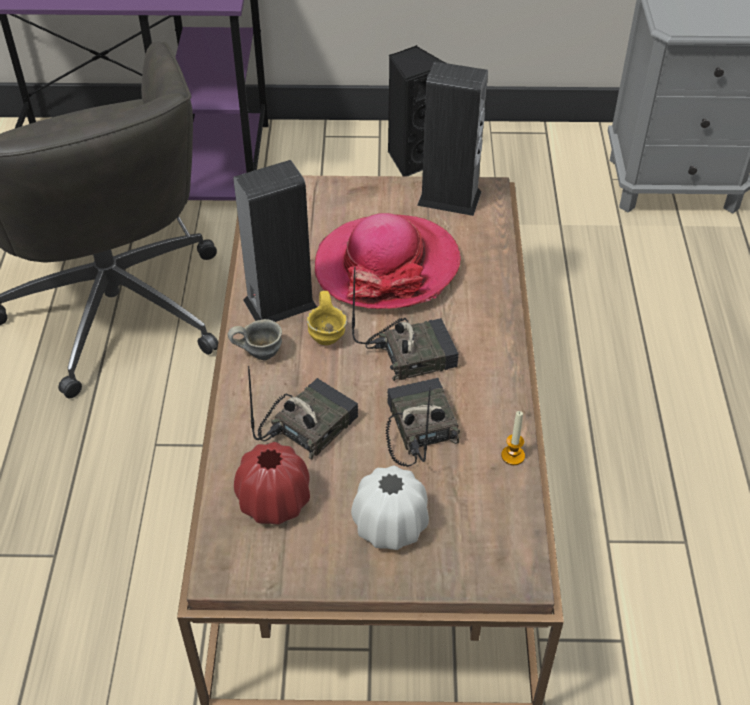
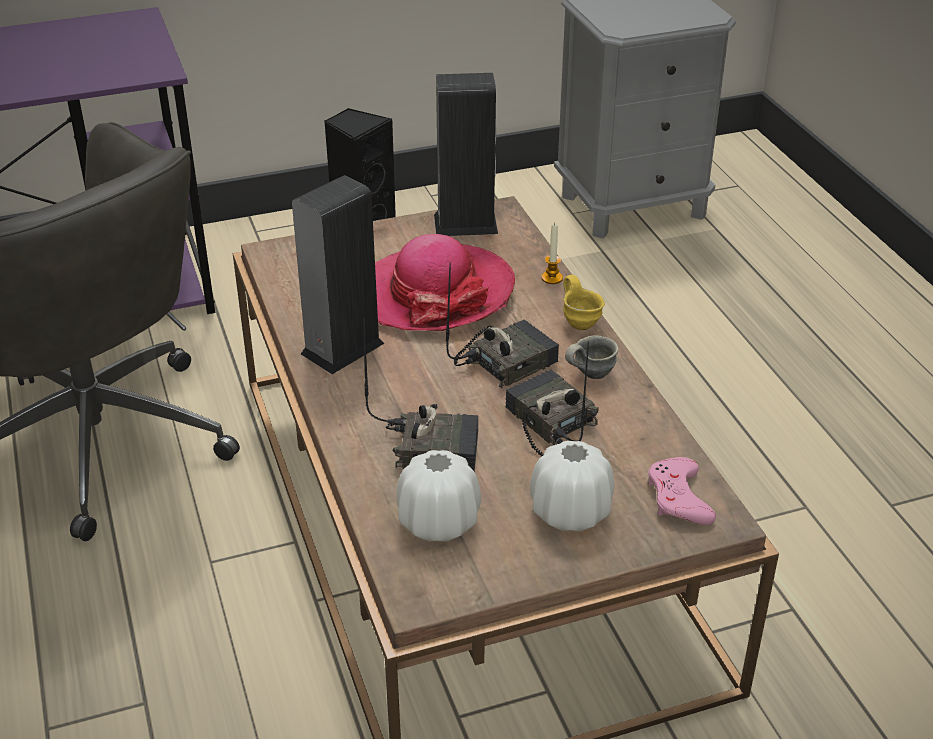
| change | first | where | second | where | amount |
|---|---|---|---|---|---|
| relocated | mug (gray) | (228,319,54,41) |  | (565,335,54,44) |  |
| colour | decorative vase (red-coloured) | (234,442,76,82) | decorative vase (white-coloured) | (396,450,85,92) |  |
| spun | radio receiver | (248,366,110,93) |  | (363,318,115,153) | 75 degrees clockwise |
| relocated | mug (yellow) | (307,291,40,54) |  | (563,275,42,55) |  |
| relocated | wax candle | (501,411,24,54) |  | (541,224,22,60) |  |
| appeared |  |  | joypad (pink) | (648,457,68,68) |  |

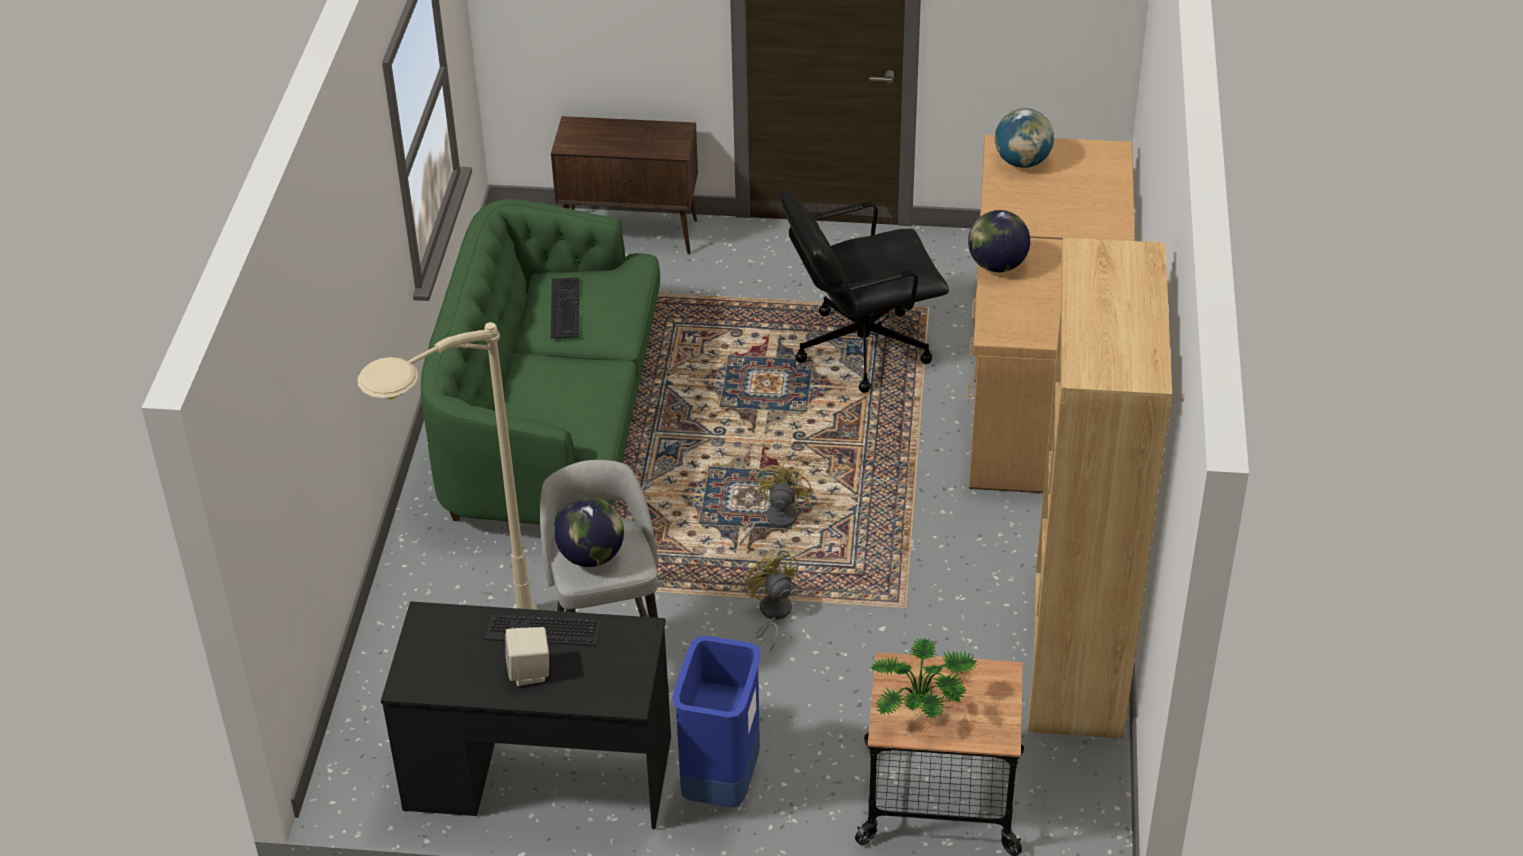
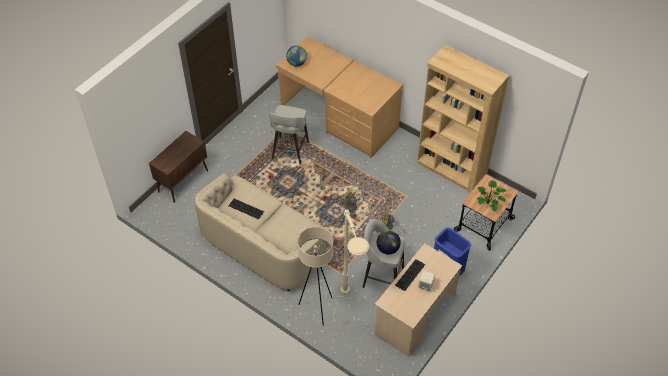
| change | first | where | second | where | amount |
|---|---|---|---|---|---|
| colour | desk (blackish) | (381,601,290,228) | desk (beige-coloured) | (375,243,88,114) |  |
| colour | settee (green-coloured) | (421,199,239,326) | settee (beige-coloured) | (195,173,138,118) |  |
| exchanged | computer chair (blackish) | (780,190,169,203) | stool seat (gray) | (269,105,40,60) |  |
| missing | desk globe | (968,210,62,62) |  |  |  |
| appeared |  |  | standing lamp (beige-coloured) | (298,227,35,99) |  |

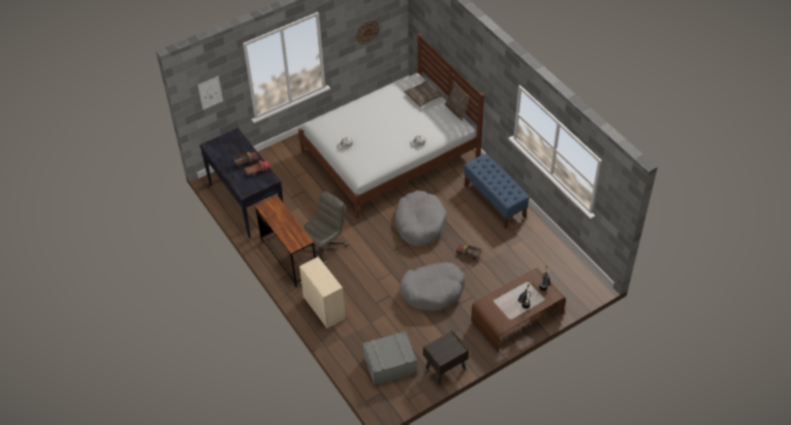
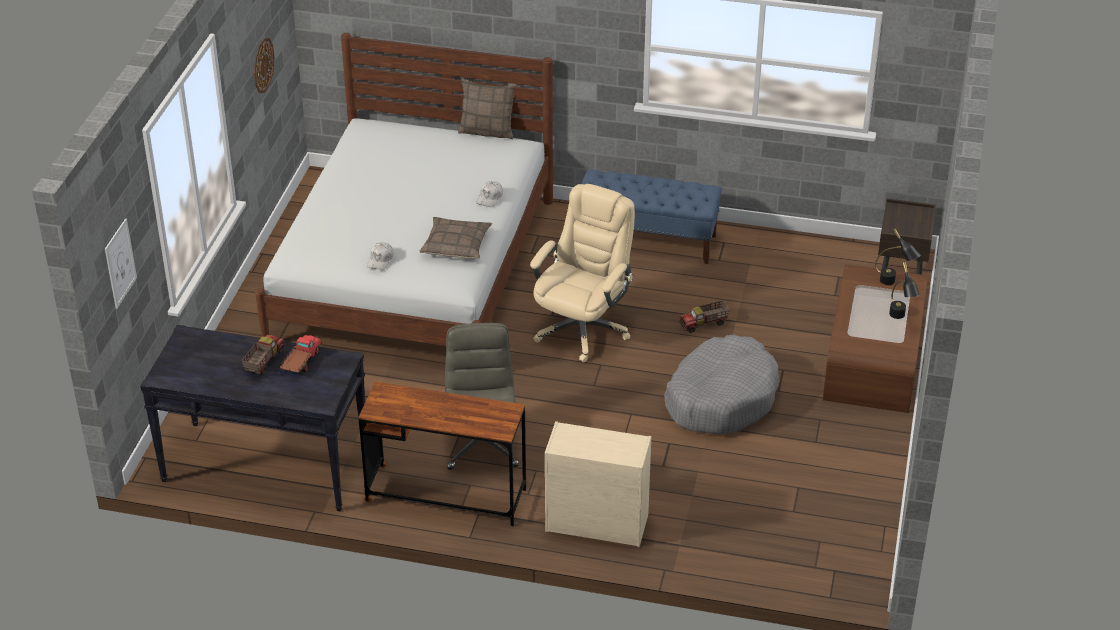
| change | first | where | second | where | amount |
|---|---|---|---|---|---|
| missing | storage container (gray) | (363,331,54,55) |  |  |  |
| exchanged | pet bed (gray) | (394,190,53,56) | computer chair (beige-coloured) | (530,184,105,178) |  |
| relocated | throw pillow | (404,81,39,26) |  | (420,217,72,42) |  |
| relocated | bedside table (brownish) | (423,330,46,54) |  | (878,198,58,77) |  |

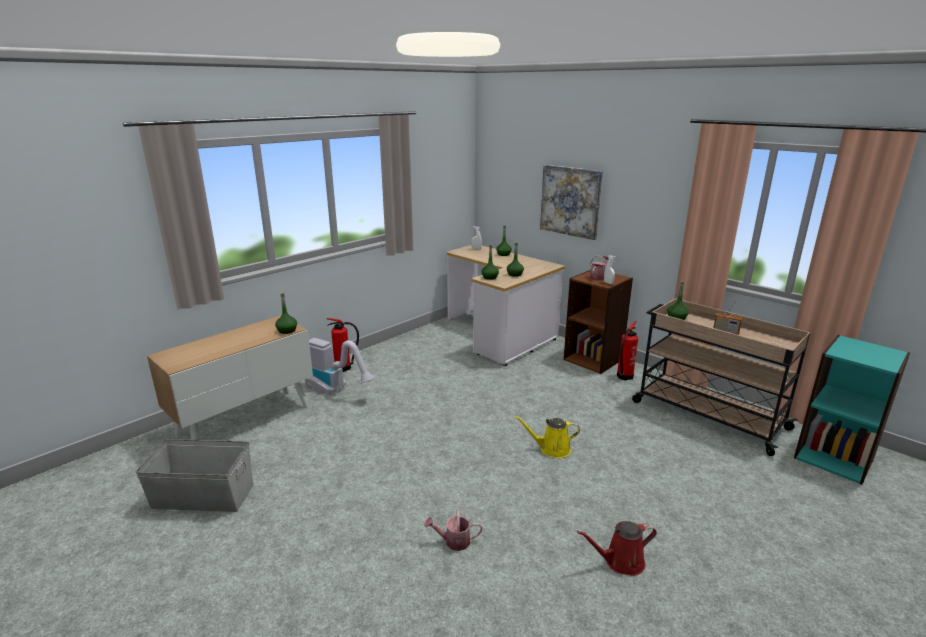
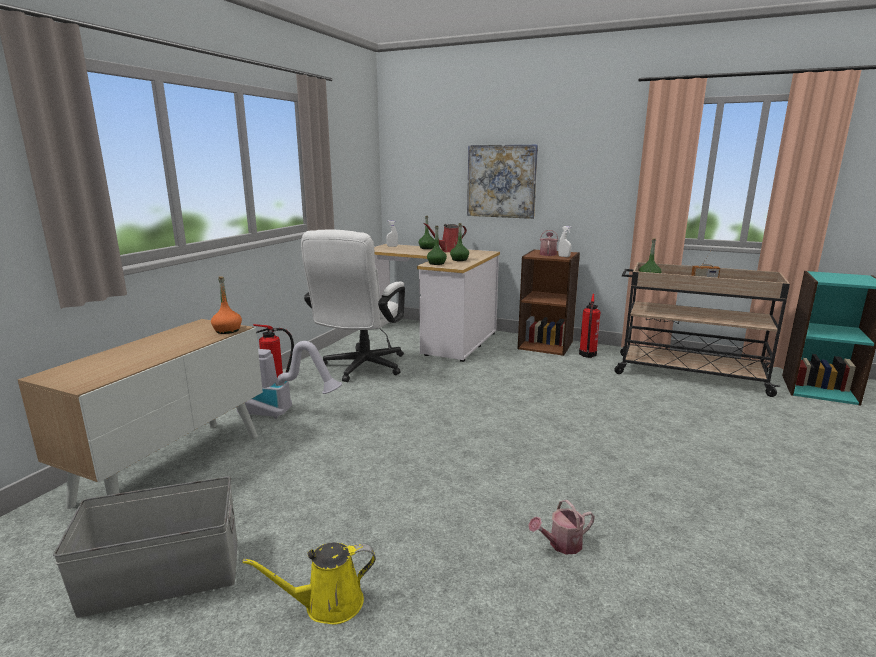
| change | first | where | second | where | amount |
|---|---|---|---|---|---|
| colour | beverage bottle (green-coloured) | (275,293,22,41) | beverage bottle (orange) | (211,276,31,58) |  |
| relocated | sprinkling can (yellow) | (515,416,65,42) |  | (242,543,133,82) |  |
| relocated | sprinkling can (red-coloured) | (577,521,80,55) |  | (423,223,44,29) |  |
| appeared |  |  | computer chair (white-coloured) | (301,230,104,152) |  |

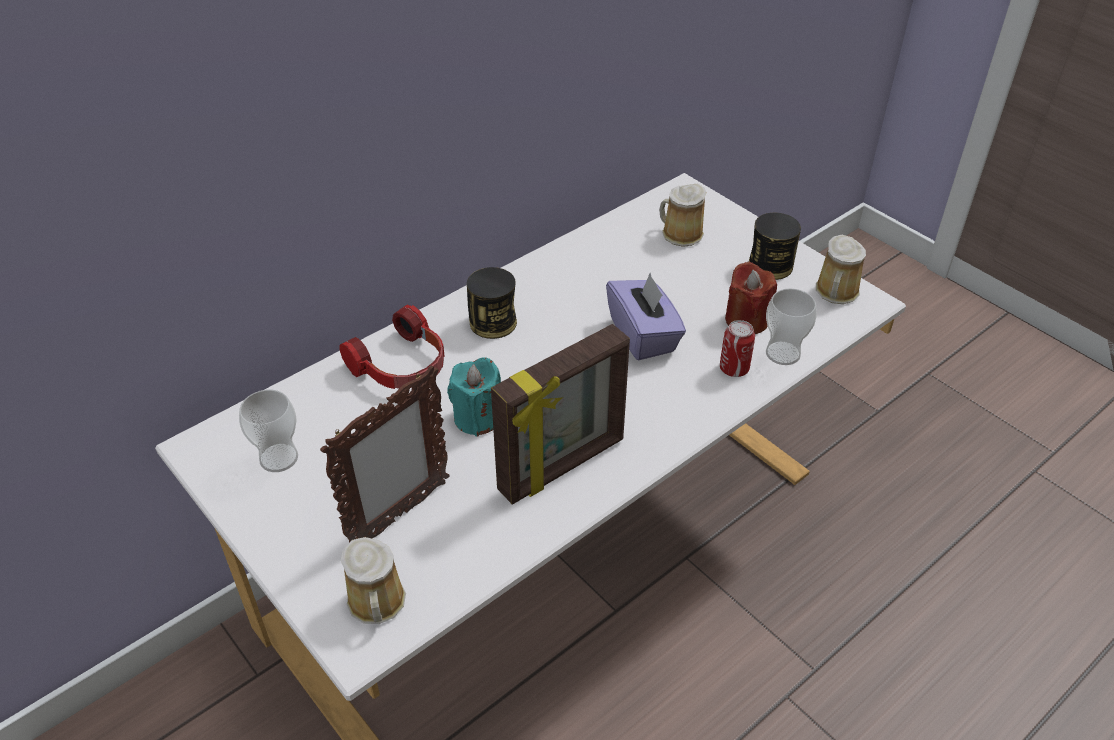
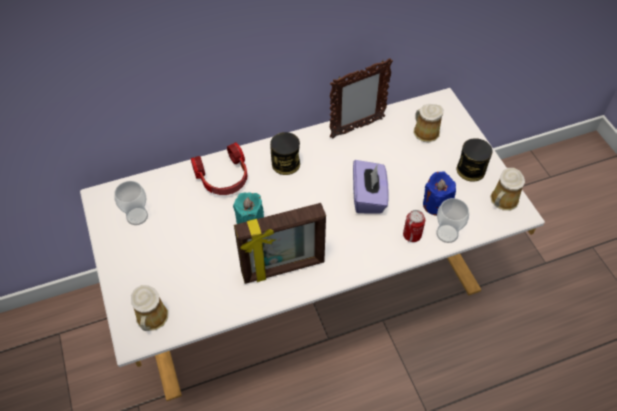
| change | first | where | second | where | amount |
|---|---|---|---|---|---|
| relocated | standing frame | (320,365,130,177) |  | (330,58,63,81) |  |
| colour | wax candle (red-coloured) | (725,261,52,73) | wax candle (bluish) | (423,171,33,45) |  |

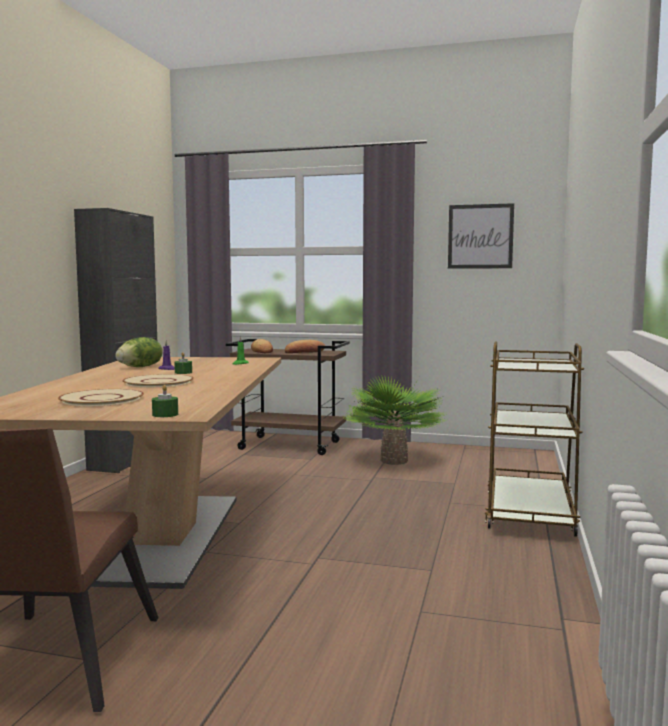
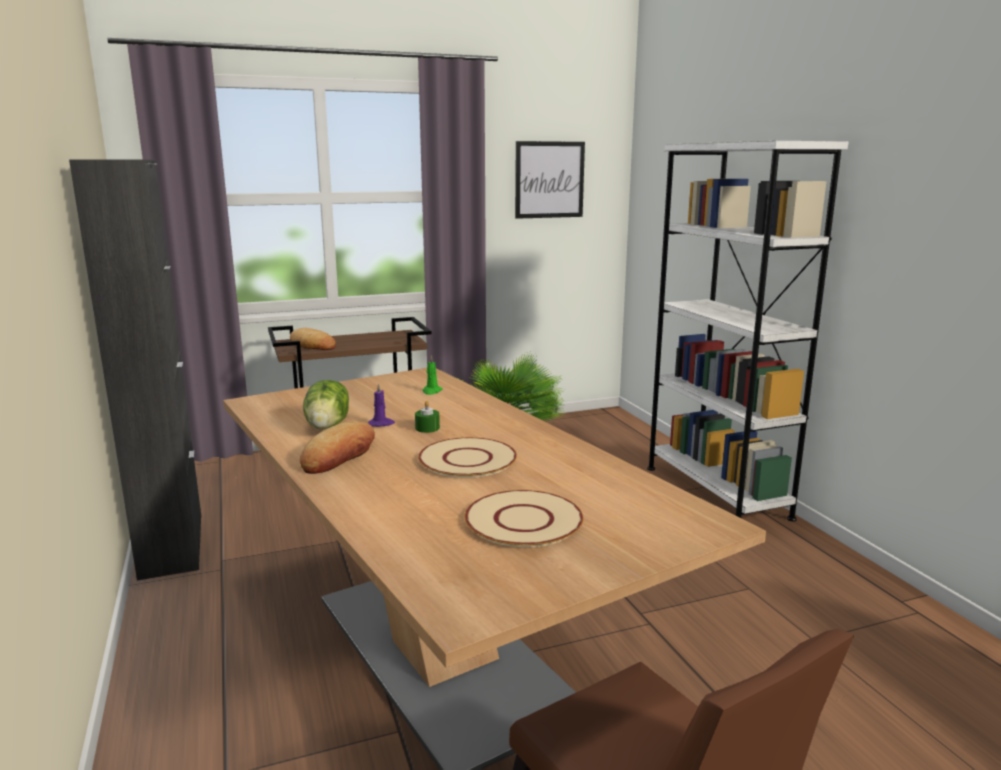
| change | first | where | second | where | amount |
|---|---|---|---|---|---|
| missing | wax candle (green-coloured) | (152,385,26,32) |  |  |  |
| relocated | bread | (285,340,40,13) |  | (300,421,75,53) |  |
| exchanged | trolley (brownish) | (485,341,99,196) | shelving unit (white-coloured) | (647,141,201,380) |  |

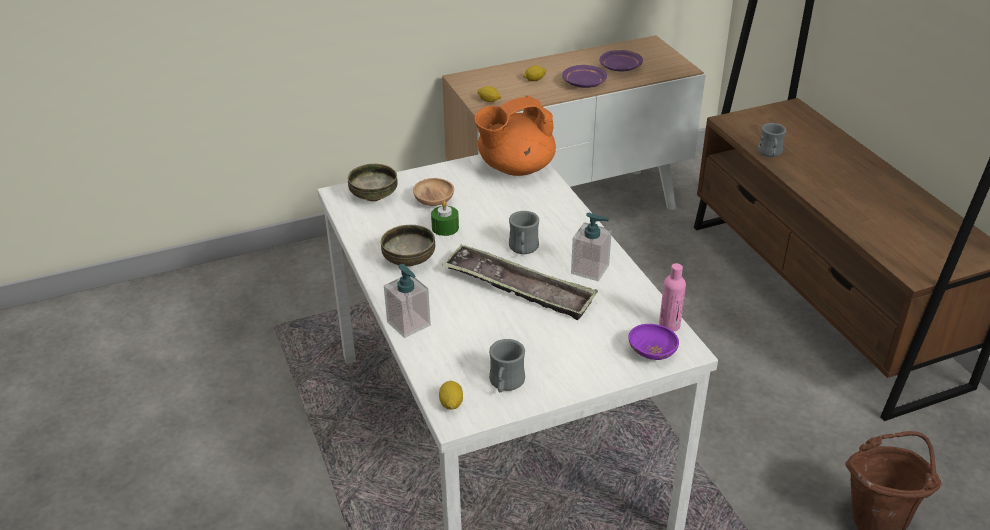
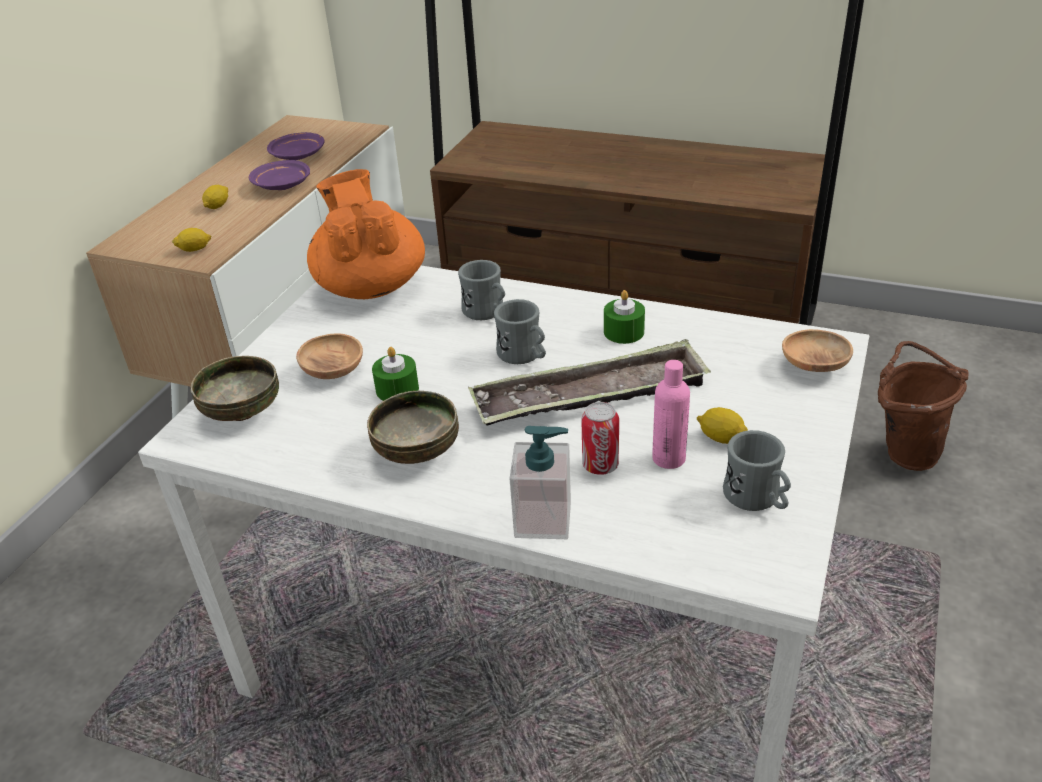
| change | first | where | second | where | amount |
|---|---|---|---|---|---|
| relocated | citrus fruit | (439,381,24,29) |  | (697,407,51,37) |  |
| spun | teapot (orange) | (474,95,82,81) |  | (307,169,118,130) | 150 degrees clockwise |
| exchanged | soap bottle | (571,213,41,68) | wax candle (green-coloured) | (604,290,41,54) |  |
| colour | serving bowl (purplish) | (628,324,51,36) | serving bowl (brownish) | (782,329,71,43) |  |
| relocated | beverage bottle (pink) | (659,263,27,69) |  | (652,360,38,109) |  |
| relocated | mug (gray) | (758,123,28,34) |  | (458,260,47,60) |  |
| appeared |  |  | metal can | (581,402,38,73) |  |

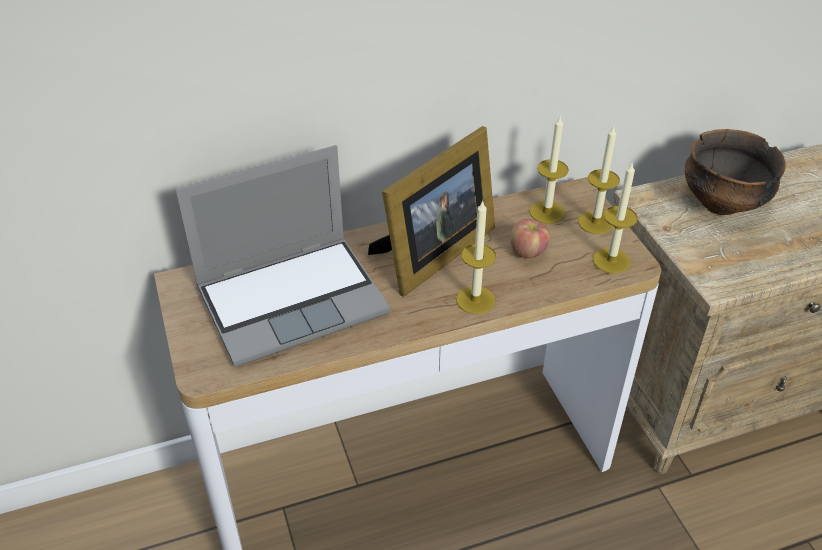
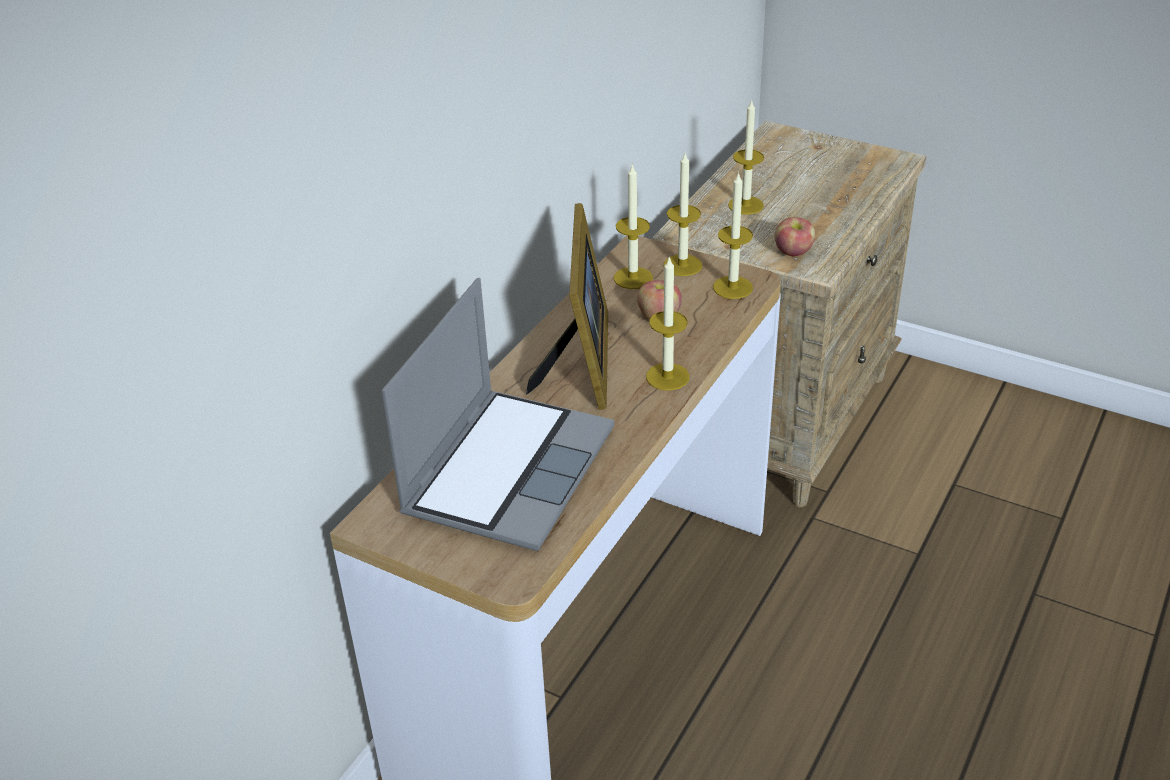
| change | first | where | second | where | amount |
|---|---|---|---|---|---|
| exchanged | serving bowl | (685,129,101,86) | wax candle | (728,99,36,116) |  |
| appeared |  |  | whole apple | (775,217,40,39) |  |

